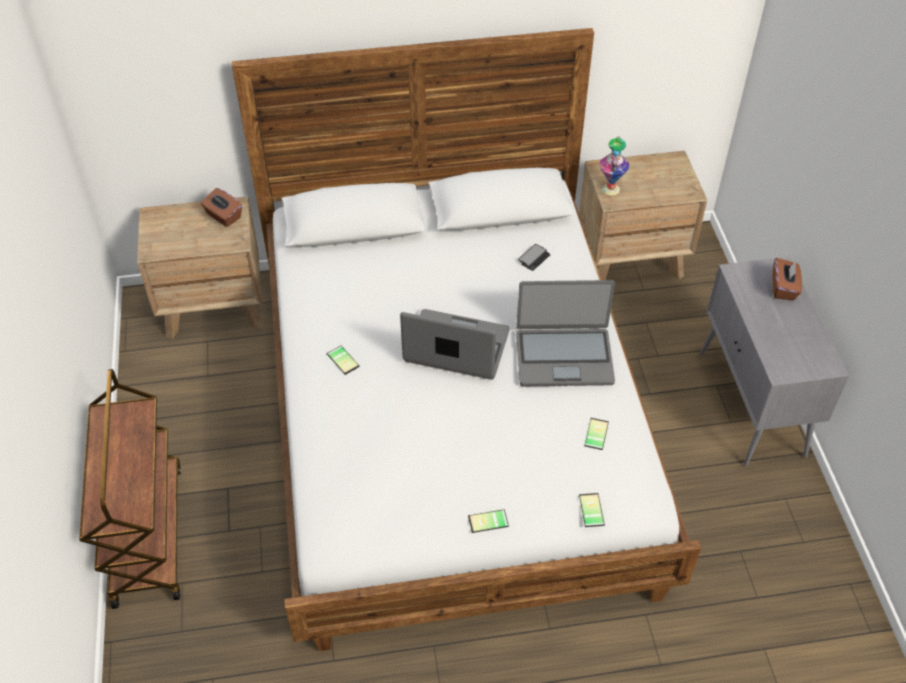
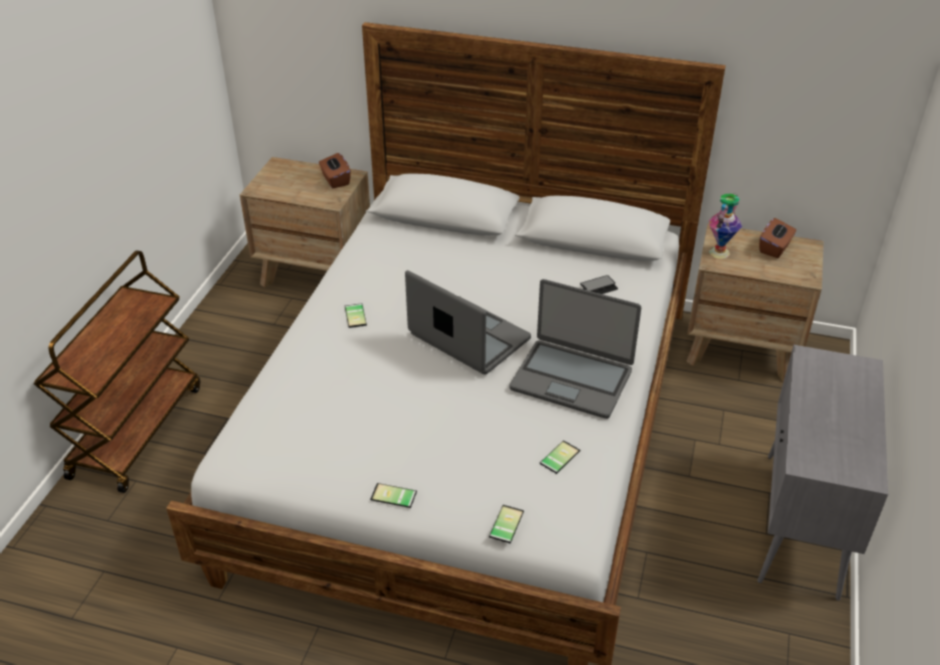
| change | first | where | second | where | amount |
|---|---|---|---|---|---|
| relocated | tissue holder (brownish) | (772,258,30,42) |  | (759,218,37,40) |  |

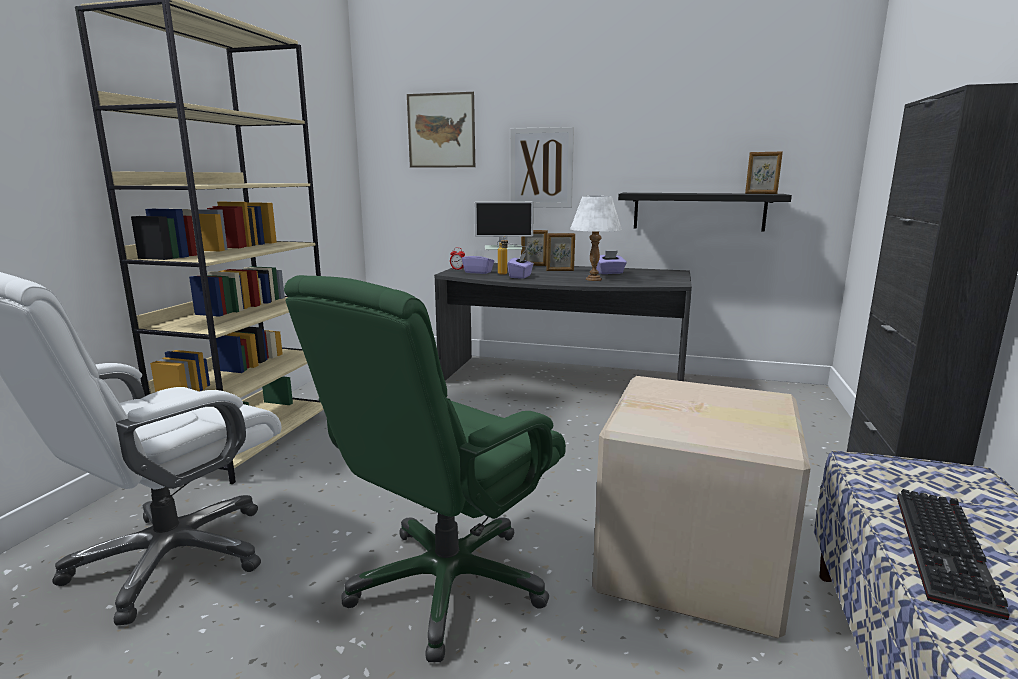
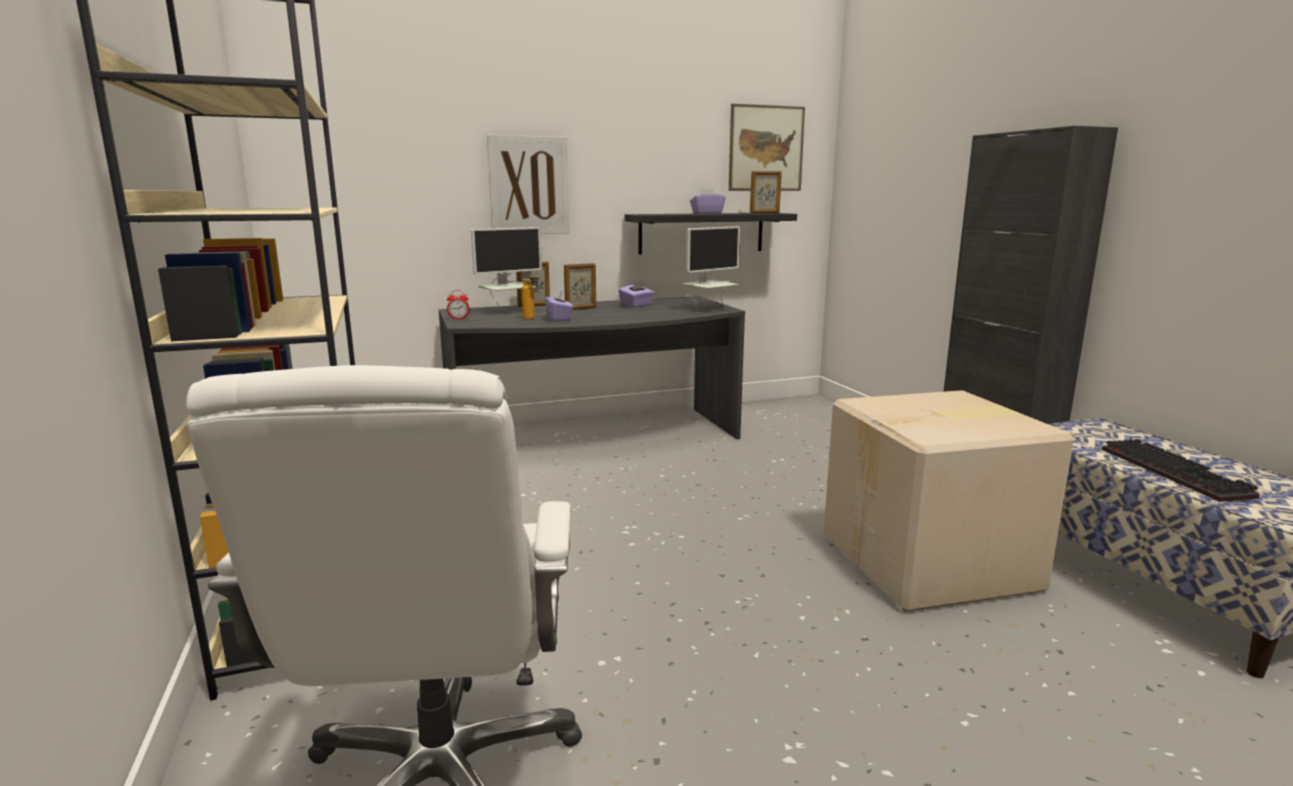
| change | first | where | second | where | amount |
|---|---|---|---|---|---|
| missing | computer chair (green-coloured) | (284,275,282,387) |  |  |  |
| relocated | wall art | (407,92,68,76) |  | (729,104,76,87) |  |
| relocated | tissue holder (purplish) | (462,249,32,25) |  | (690,188,36,26) |  |
| missing | table lamp (white-coloured) | (570,196,52,85) |  |  |  |
| appeared |  |  | computer display | (682,226,58,81) |  |

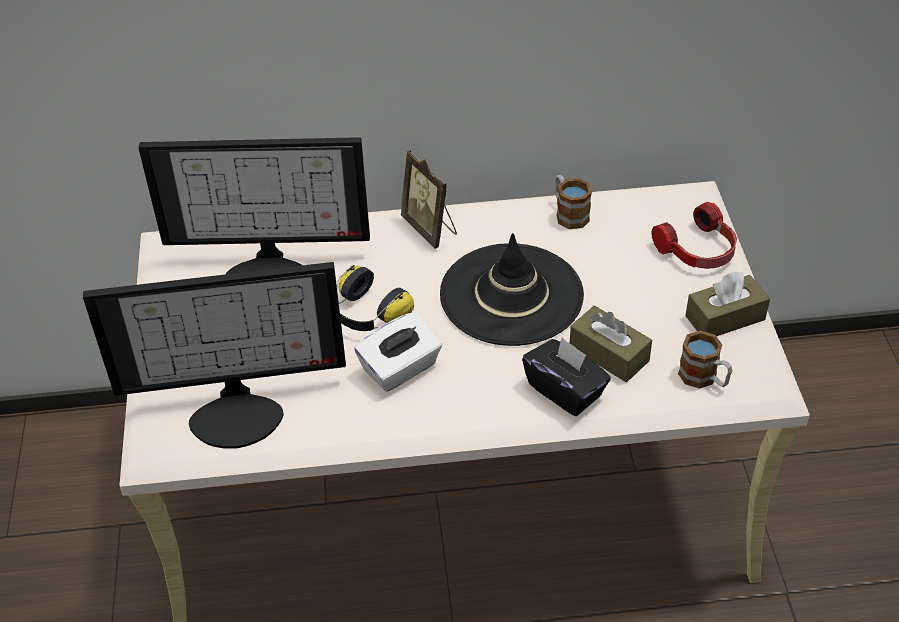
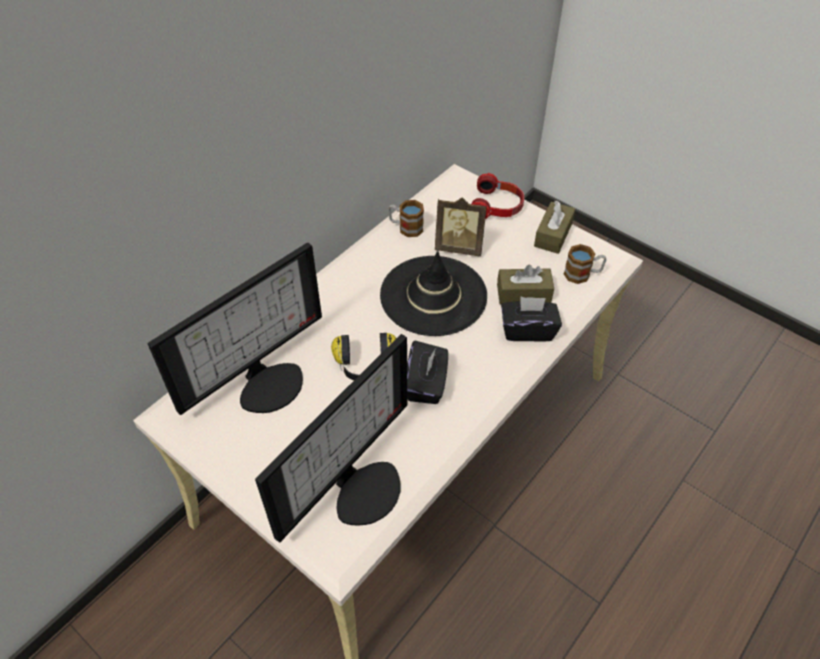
| change | first | where | second | where | amount |
|---|---|---|---|---|---|
| colour | tissue holder (white-coloured) | (354,312,88,80) | tissue holder (blackish) | (407,341,41,63) |  |
| relocated | standing frame | (401,150,56,99) |  | (435,197,52,59) |  |

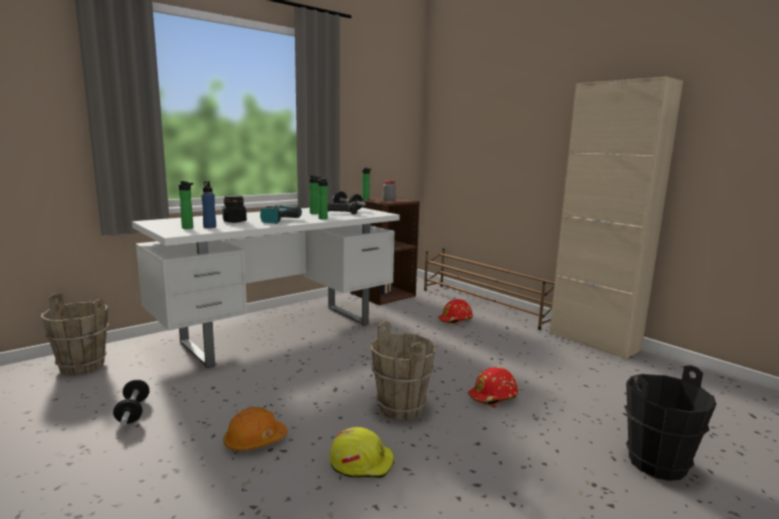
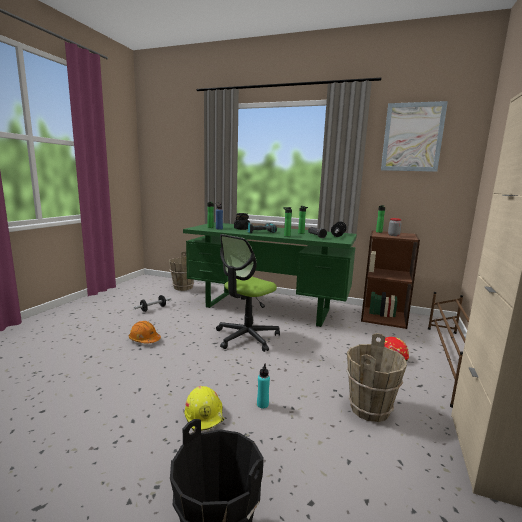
| change | first | where | second | where | amount |
|---|---|---|---|---|---|
| colour | desk (white-coloured) | (132,207,268,161) | desk (green-coloured) | (183,222,174,105) |  |
| relocated | safety helmet (yellow) | (329,427,65,51) |  | (185,386,39,45) |  |
| relocated | bucket (brownish) | (371,321,65,99) |  | (346,333,61,89) |  |
| exchanged | safety helmet (red-coloured) | (468,367,50,41) | beverage bottle (turquoise-coloured) | (257,364,13,45) |  |
| appeared |  |  | computer chair | (216,234,64,118) |  |
| appeared |  |  | wall art | (381,101,67,71) |  |

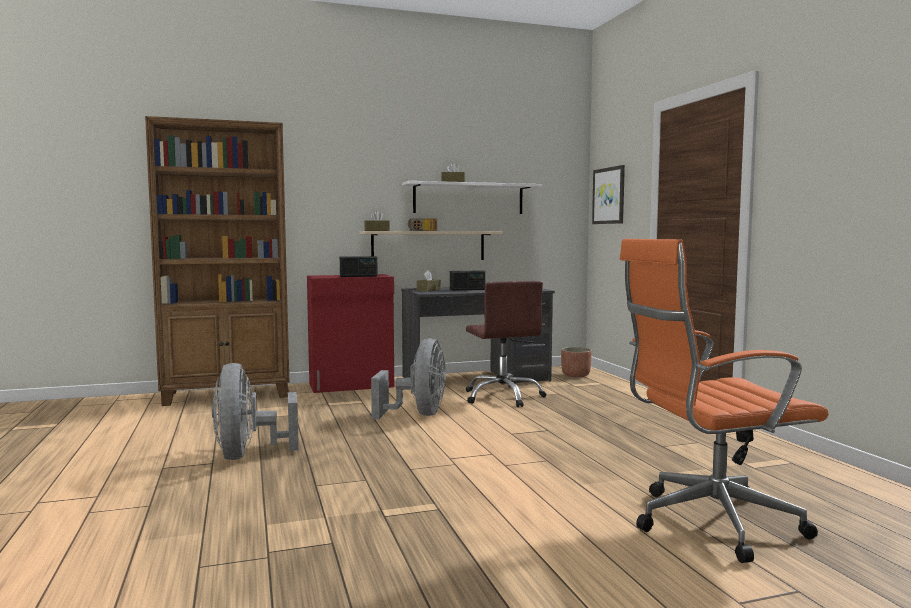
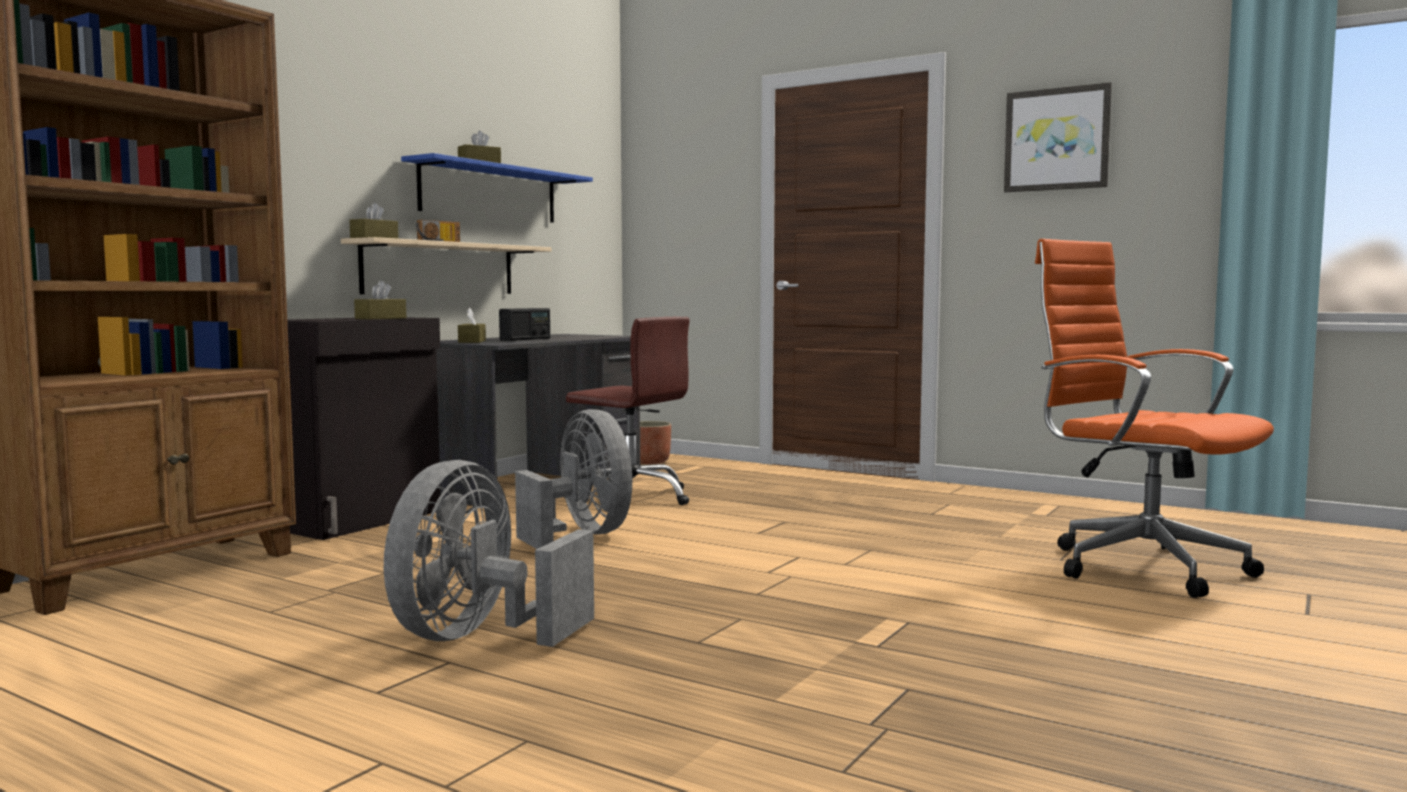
| change | first | where | second | where | amount |
|---|---|---|---|---|---|
| spun | electric fan (gray) | (212,363,87,97) |  | (384,460,210,187) | 75 degrees clockwise |
| colour | cupboard (red-coloured) | (307,274,87,119) | cupboard (blackish) | (287,317,154,223) |  |
| exchanged | radio receiver | (340,256,38,21) | tissue holder (brownish) | (354,280,52,39) |  |
| colour | wall shelf (white-coloured) | (402,181,140,33) | wall shelf (bluish) | (401,153,192,70) |  |
| relocated | wall art | (592,165,33,59) |  | (1004,82,108,110) |  |
| spun | computer chair (orange) | (620,239,209,324) |  | (1035,239,239,359) | 105 degrees clockwise |

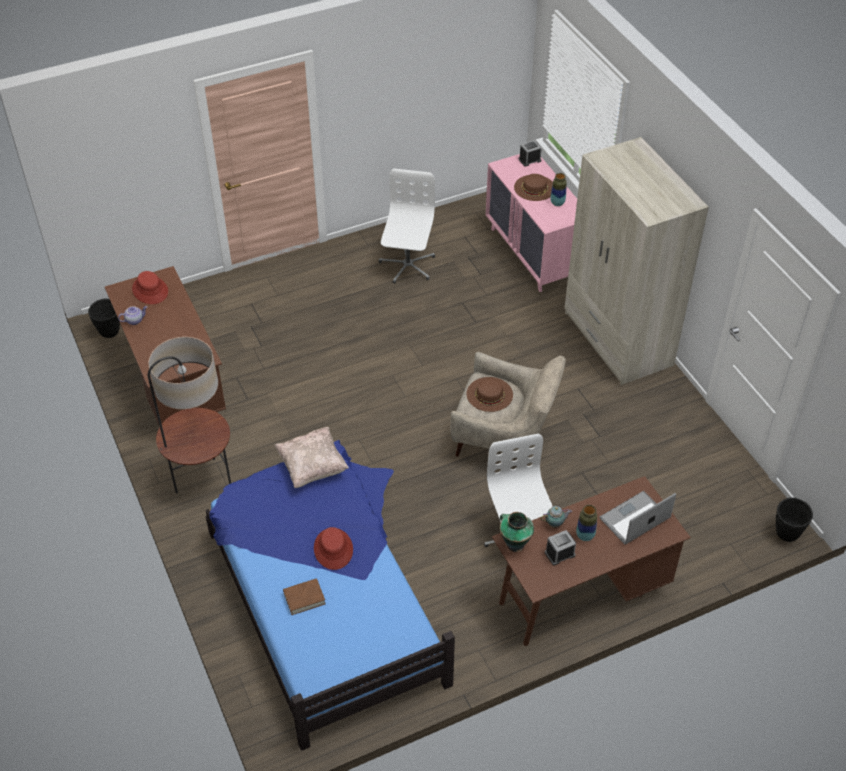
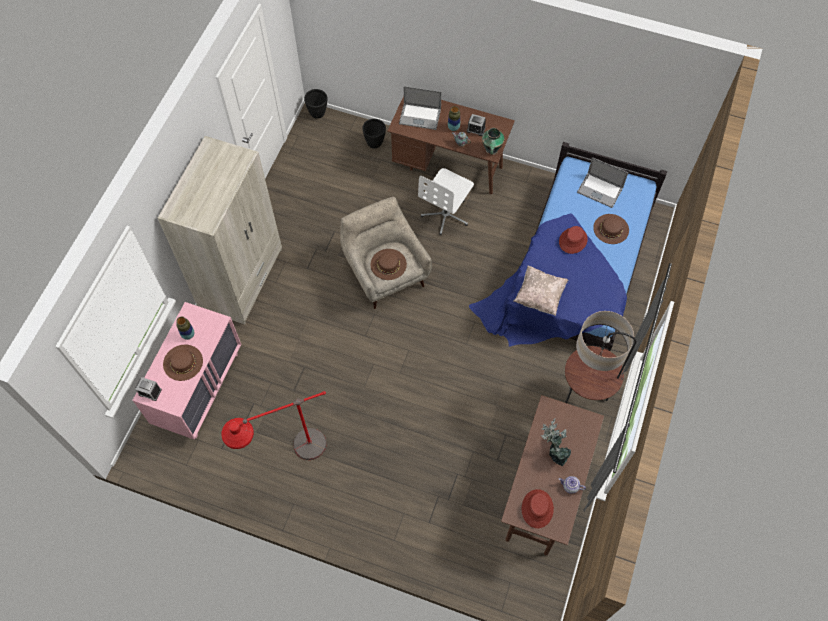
| change | first | where | second | where | amount |
|---|---|---|---|---|---|
| relocated | flower pot (blackish) | (88,299,32,39) |  | (362,119,24,29) |  |
| exchanged | bound book (brownish) | (283,578,43,37) | wearable hat (brownish) | (593,214,36,30) |  |
| exchanged | computer chair (white-coloured) | (379,169,56,114) | standing lamp (red-coloured) | (221,391,106,69) |  |
| appeared |  |  | potted plant | (540,418,31,48) |  |
| appeared |  |  | portable computer | (577,157,51,51) |  |

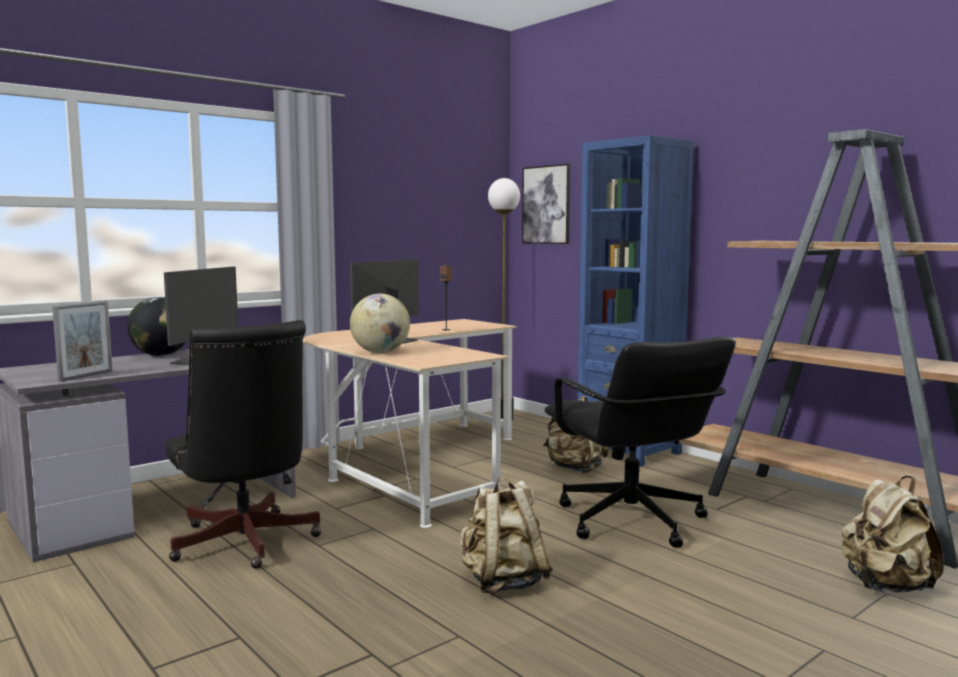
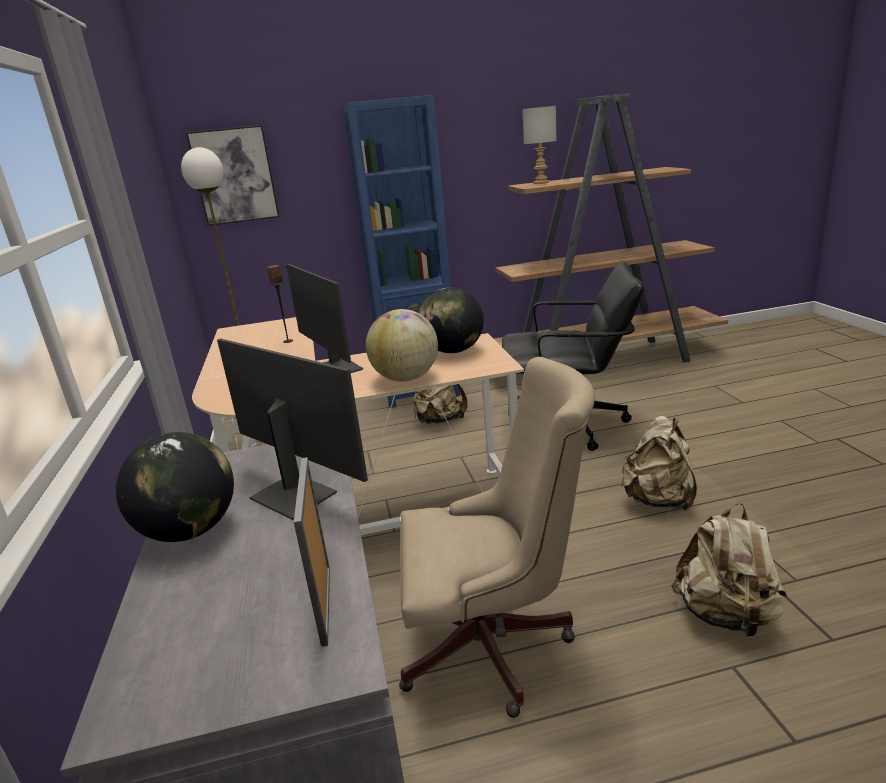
| change | first | where | second | where | amount |
|---|---|---|---|---|---|
| spun | standing frame | (52,301,61,81) |  | (294,457,36,190) | 150 degrees counterclockwise |
| colour | computer chair (blackish) | (166,320,155,249) | computer chair (beige-coloured) | (399,357,196,361) |  |
| relocated | rucksack (beige-coloured) | (842,476,102,116) |  | (671,503,116,135) |  |
| appeared |  |  | desk globe | (419,287,65,66) |  |
| appeared |  |  | table lamp (gray) | (522,106,35,78) |  |

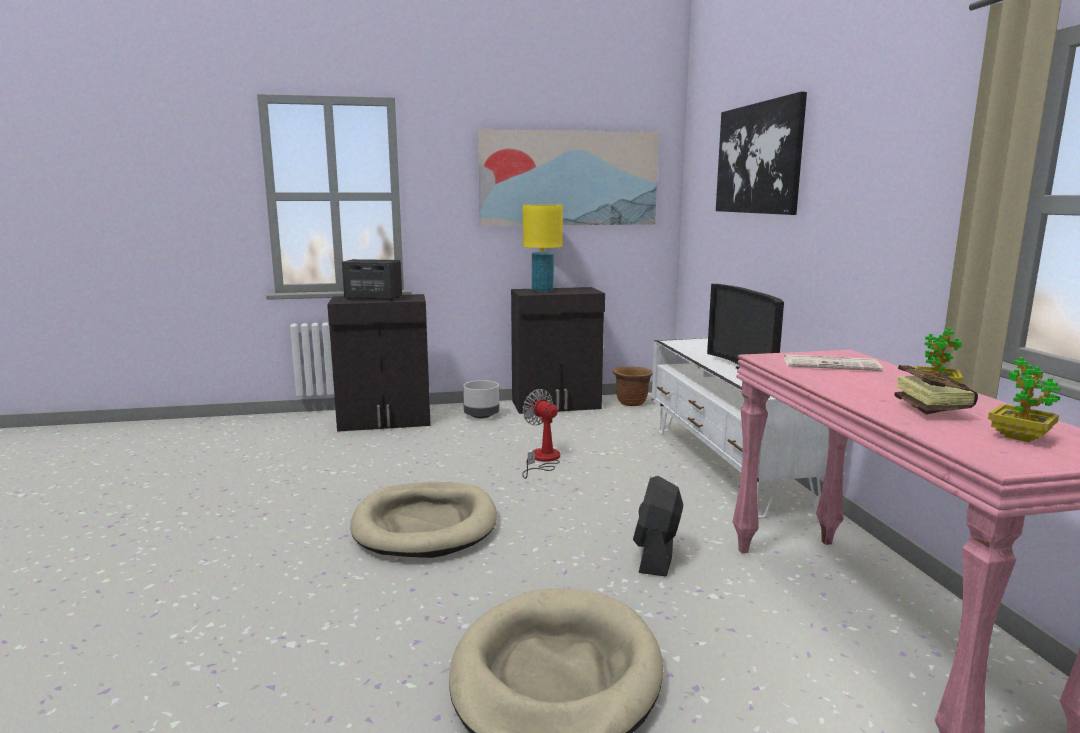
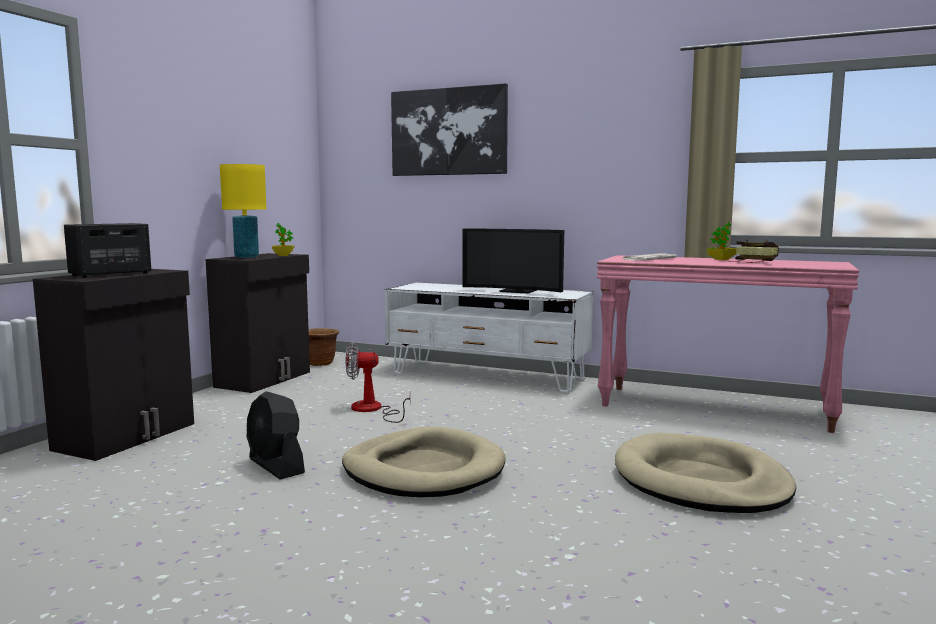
| change | first | where | second | where | amount |
|---|---|---|---|---|---|
| missing | flower pot (gray) | (463,380,36,38) |  |  |  |
| missing | wall art | (478,129,181,97) |  |  |  |
| relocated | electric fan (blackish) | (633,476,50,101) |  | (247,391,58,88) |  |
| relocated | potted plant | (988,357,73,85) |  | (272,223,22,33) |  |

